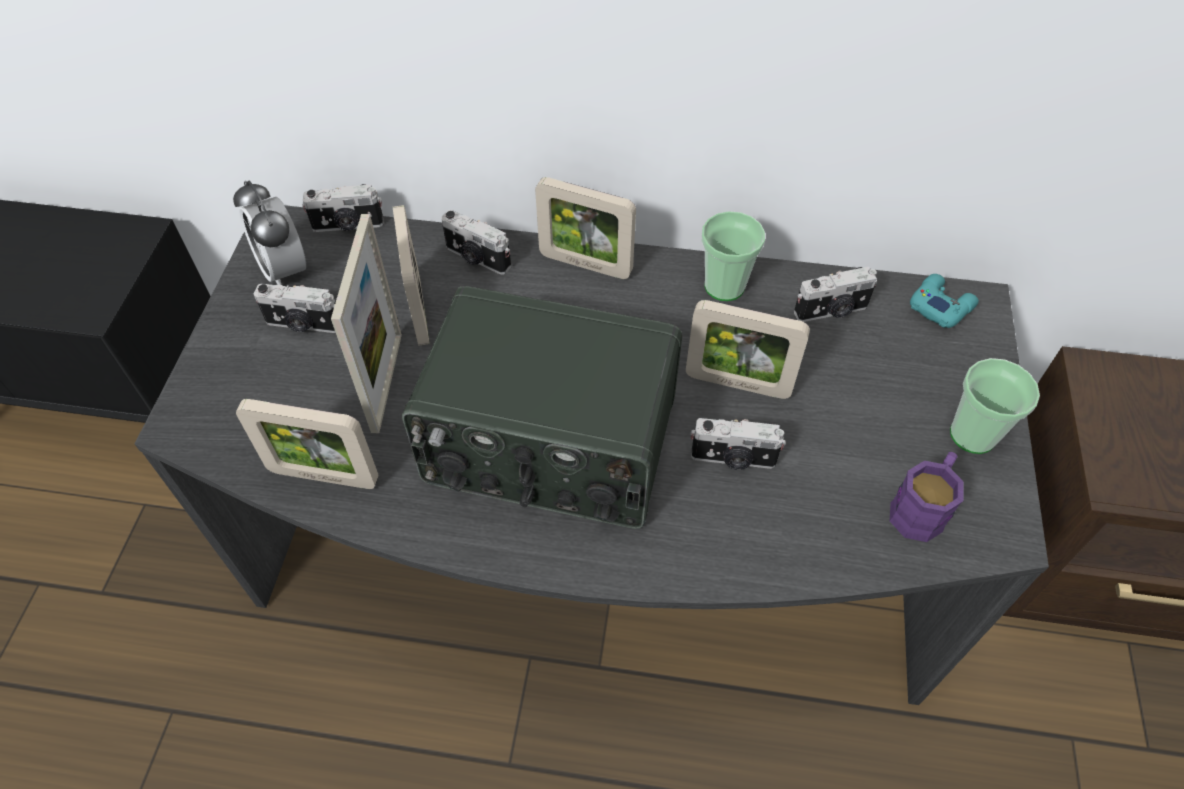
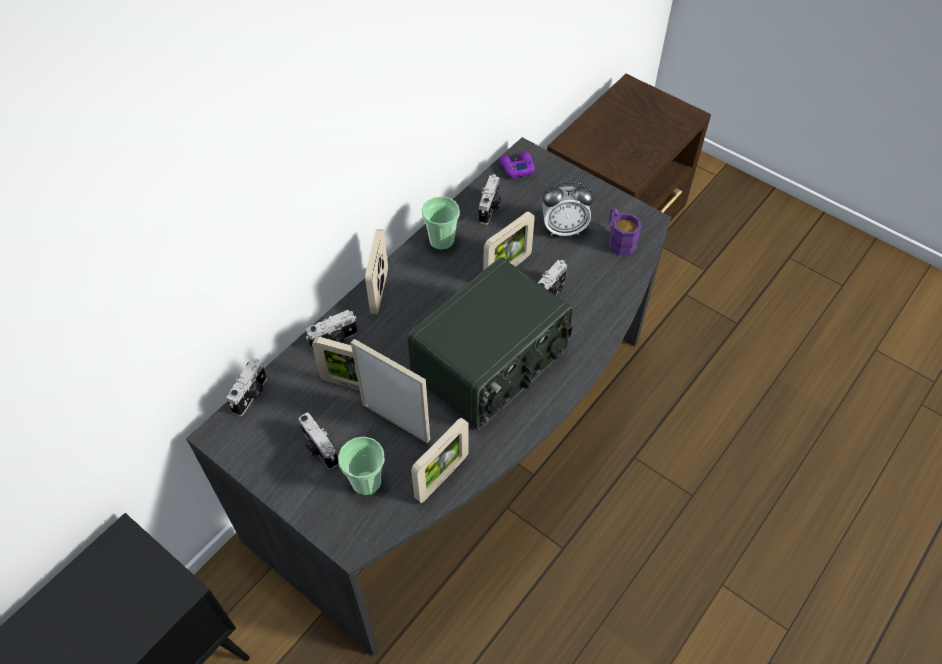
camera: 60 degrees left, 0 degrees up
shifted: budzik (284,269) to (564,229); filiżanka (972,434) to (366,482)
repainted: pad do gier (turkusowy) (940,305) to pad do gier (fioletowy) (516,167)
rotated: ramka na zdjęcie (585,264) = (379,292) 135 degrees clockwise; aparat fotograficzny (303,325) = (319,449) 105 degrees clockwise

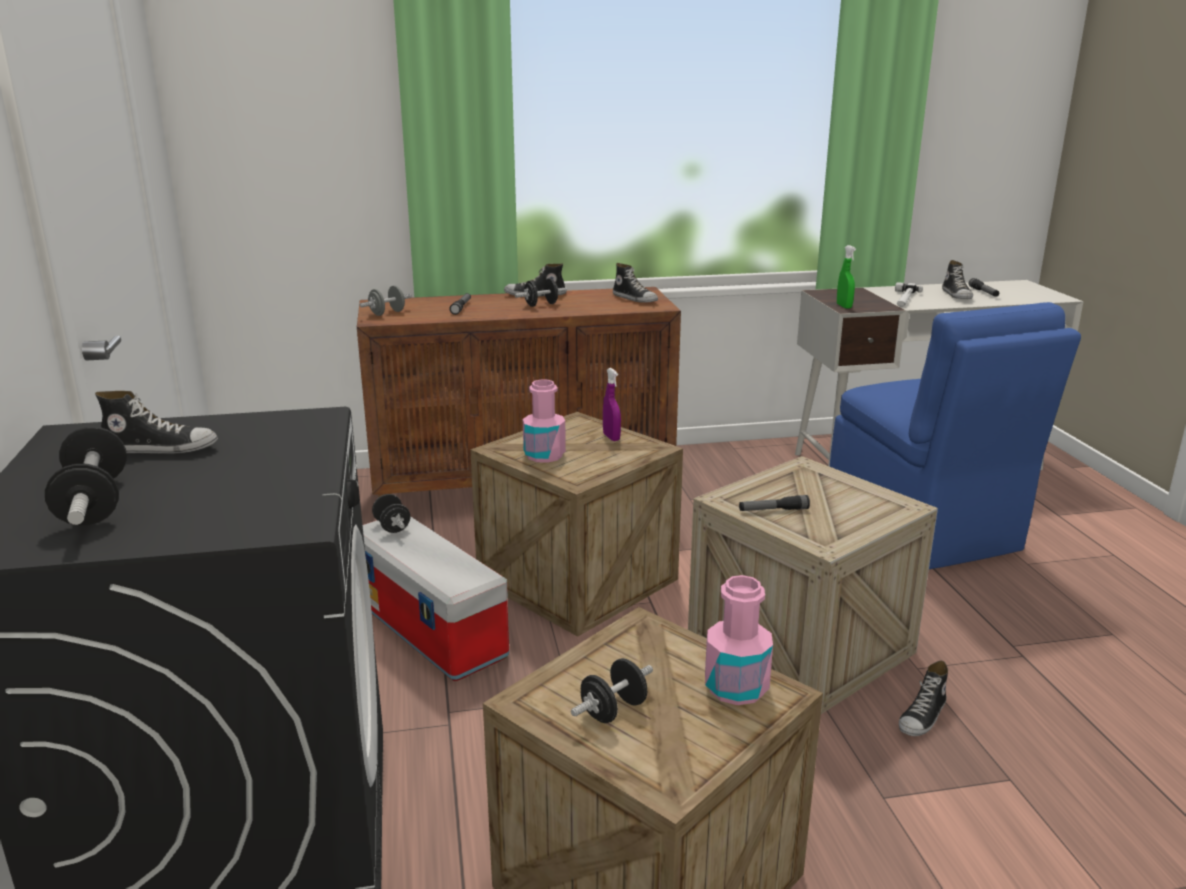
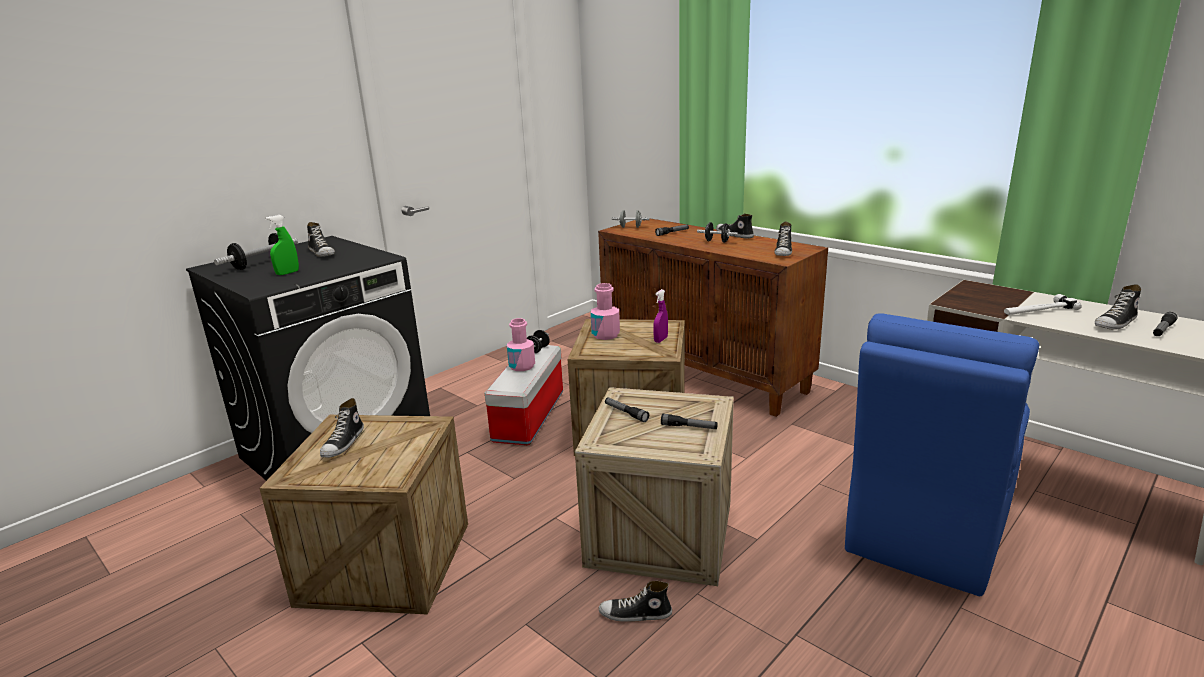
camera: 55 degrees right, 0 degrees up
new: latarka (689,427)
shifted: spryskiwacz (zielony) (844,306) to (287,273); butelka (różowy) (736,687) to (522,366)
swapped: hantel (czarny) (613,710) to but (343,443)

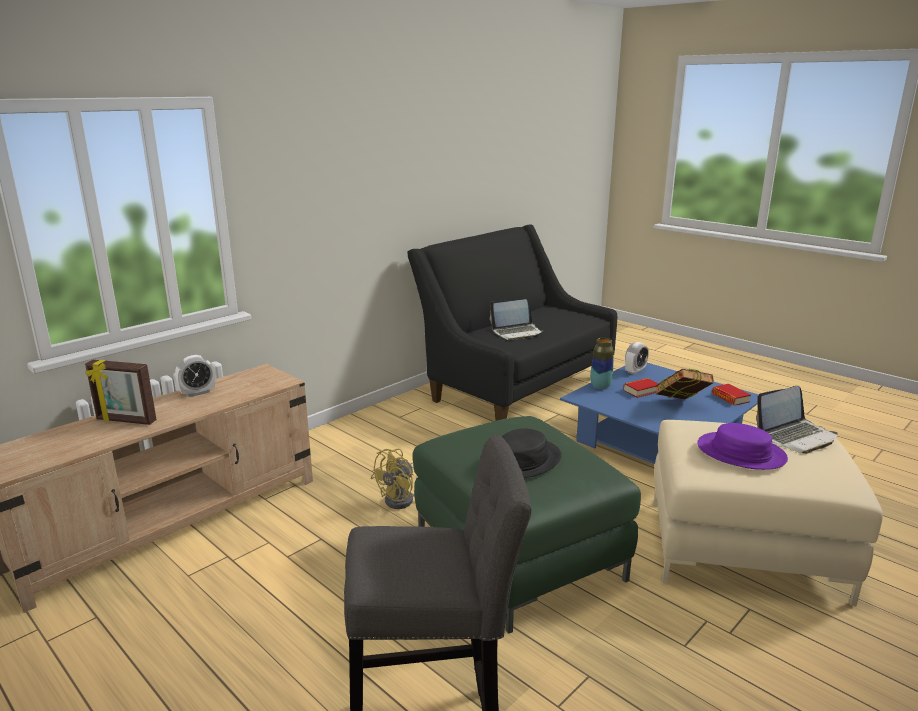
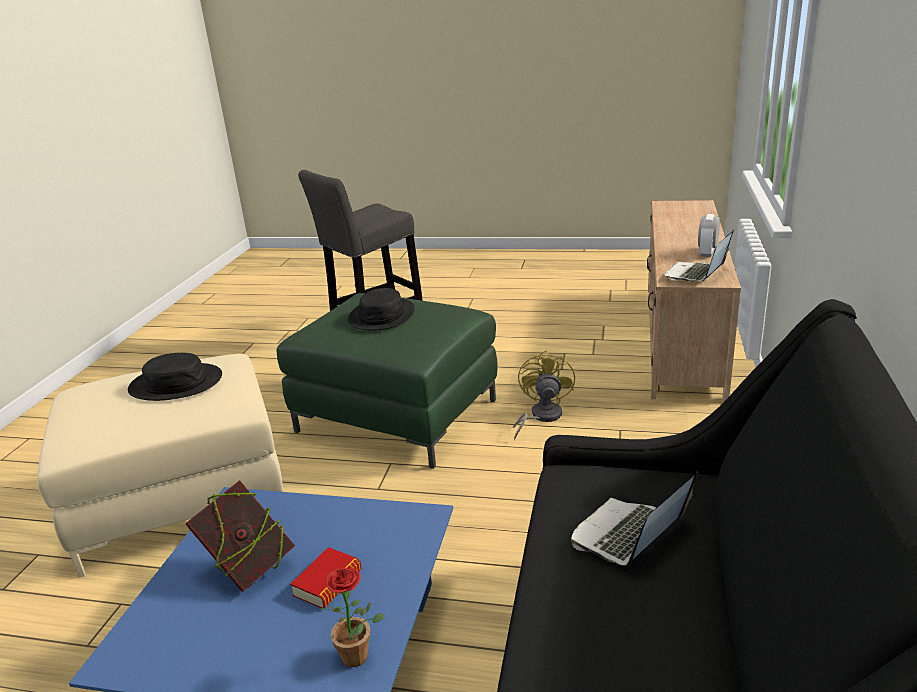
camera: 150 degrees right, 5 degrees up
gone: wazon (600,386); ramka na zdjęcie (126,421); książka (730,398)
shifted: laptop (796,436) to (696,274)
swapped: budzik (635,371) to roślina doniczkowa (360,657)
repainted: kapelusz (fioletowy) (741,452) to kapelusz (czarny) (176,383)

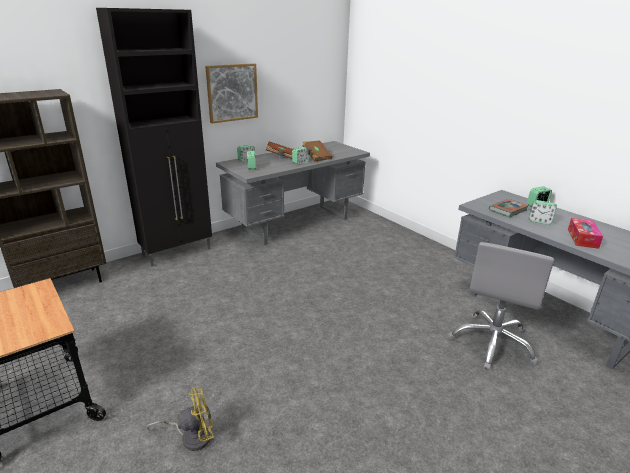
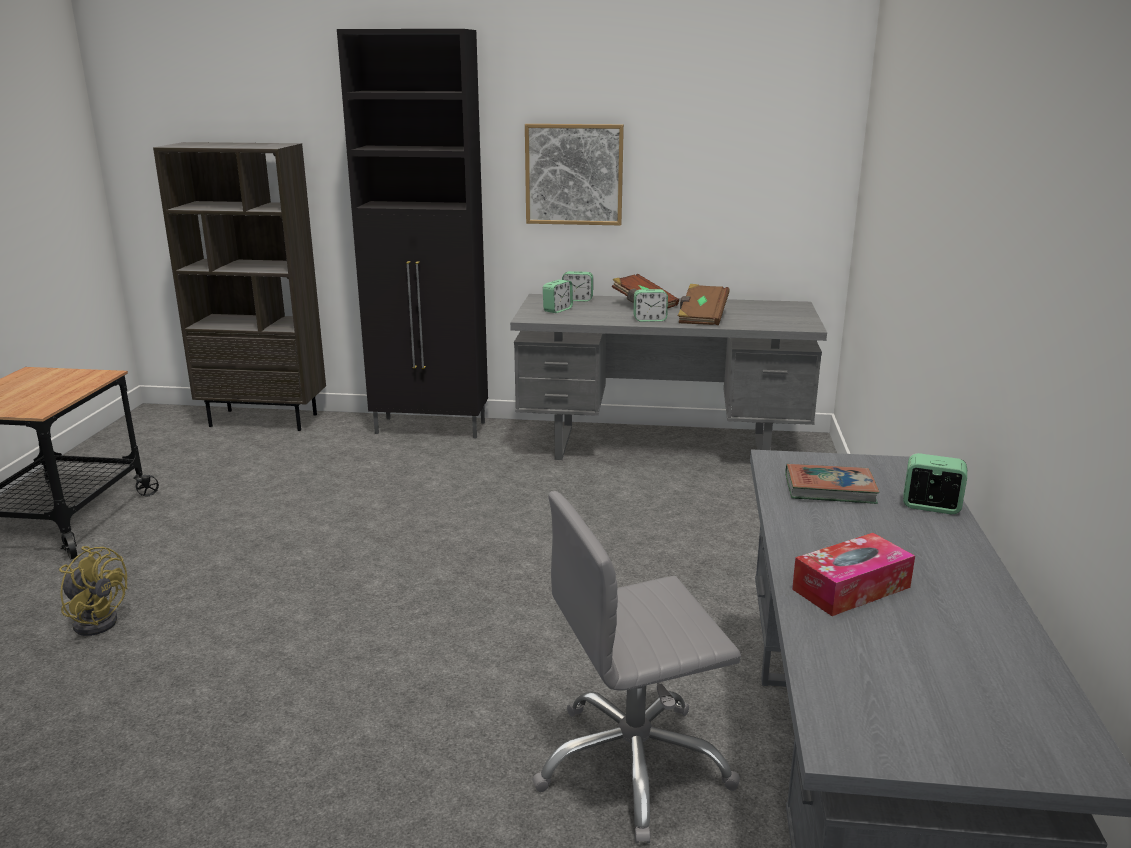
camera: 45 degrees right, 5 degrees down
gone: budzik (540,221)

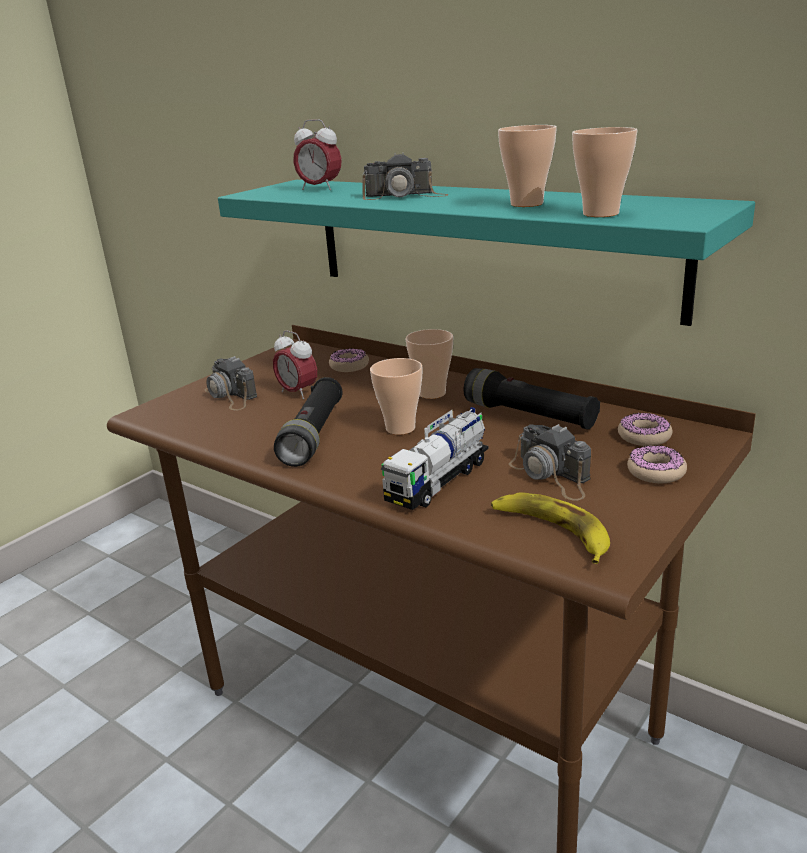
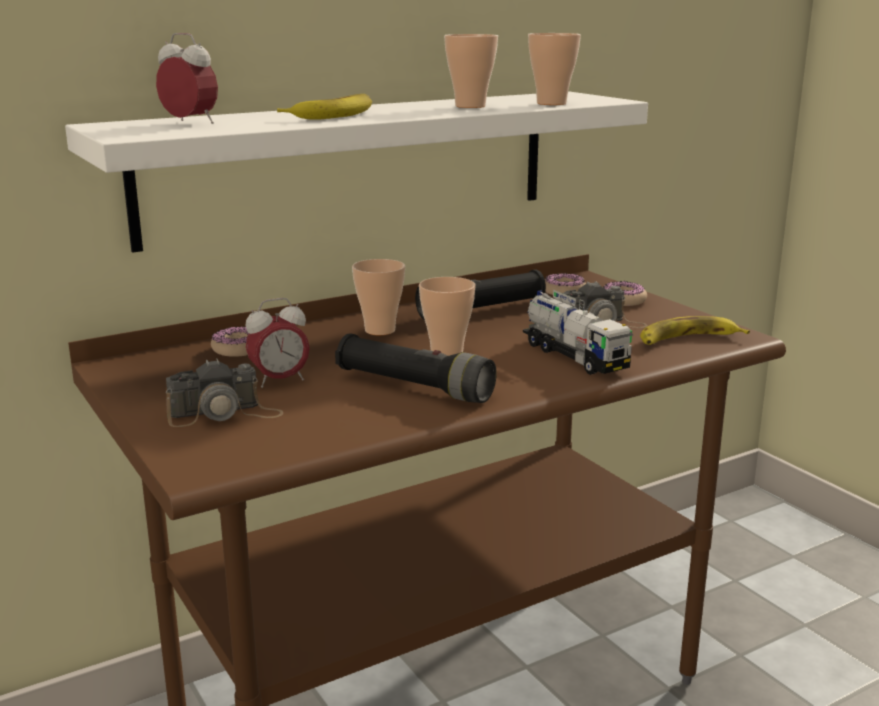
camera: 70 degrees left, 5 degrees down
swapped: aparat fotograficzny (405,195) to banan (333,115)
repainted: półka (turkusowy) (484,243) to półka (biały) (353,165)
rotated: budzik (320,188) = (190,123) 105 degrees counterclockwise

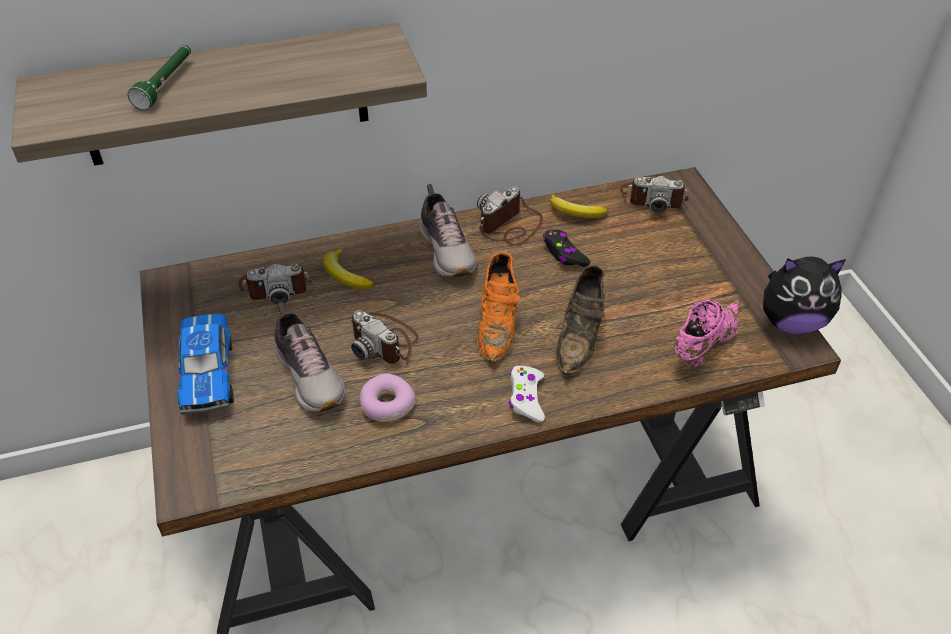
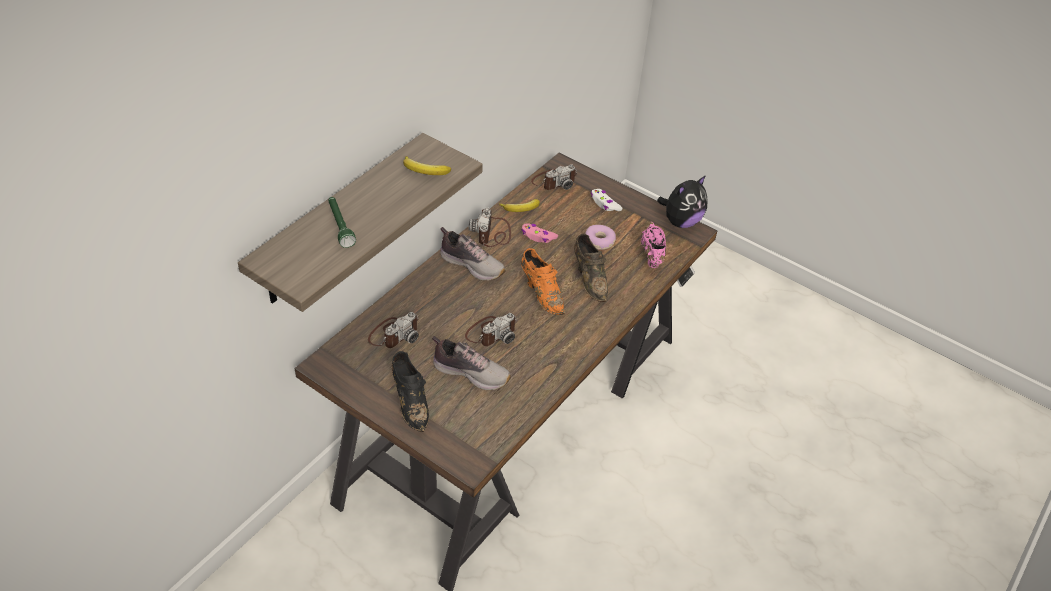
camera: 40 degrees left, 0 degrees up
shifted: banan (345,275) to (424,171); pad do gier (biały) (526,398) to (604,204); donut (386,405) to (599,241)
swapped: samochodzik (207,373) to but (czarny) (410,402)
repainted: pad do gier (czarny) (564,254) to pad do gier (różowy) (538,236)
rotated: aparat fotograficzny (385,341) = (491,333) 45 degrees counterclockwise

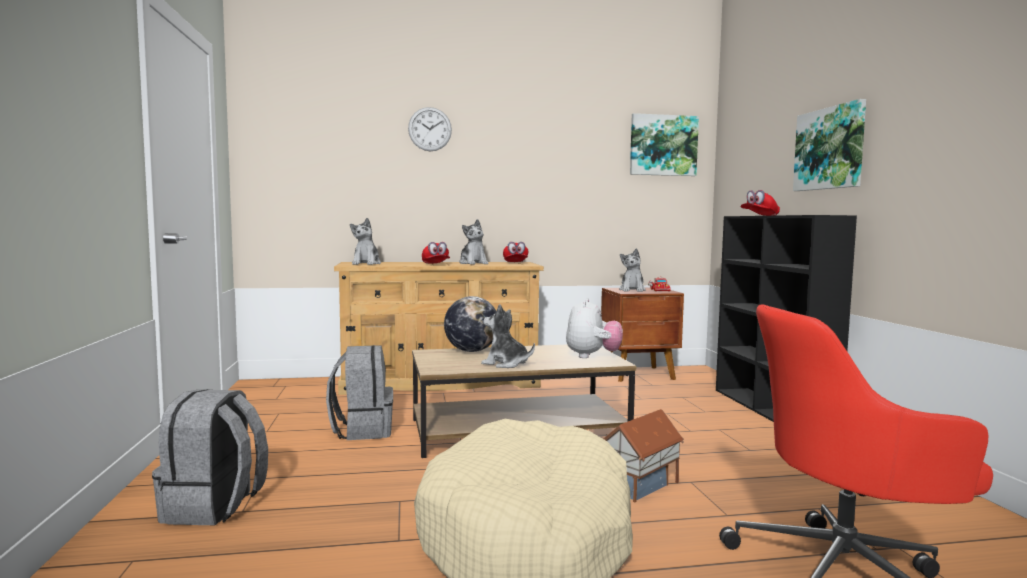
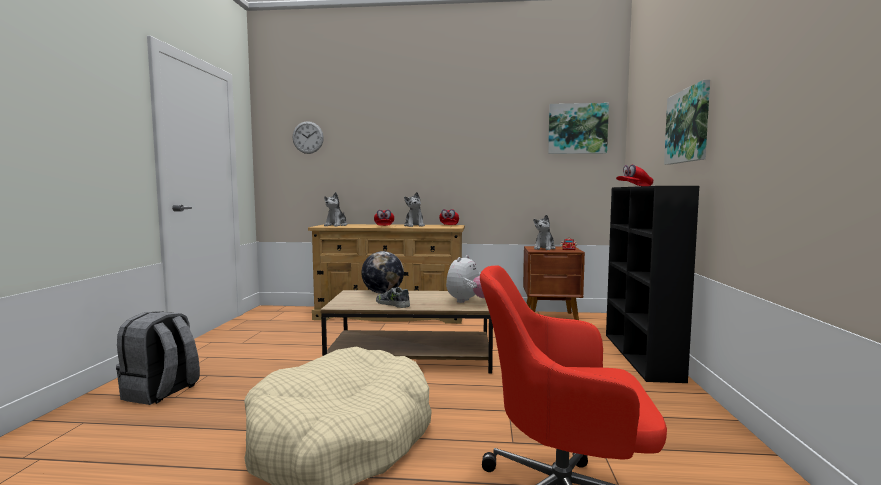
camera: 15 degrees right, 0 degrees up
gone: plecak (szary) (362,430); domek (641,486)
shifted: zegar ścienny (430,129) to (308,137)
swapped: pluszak (506,364) to but (393,304)

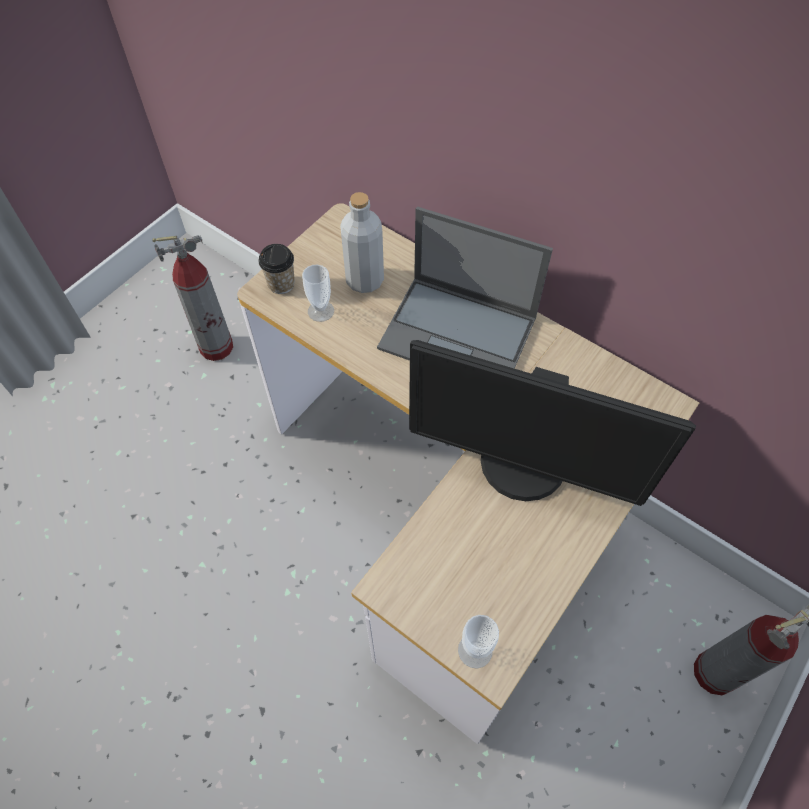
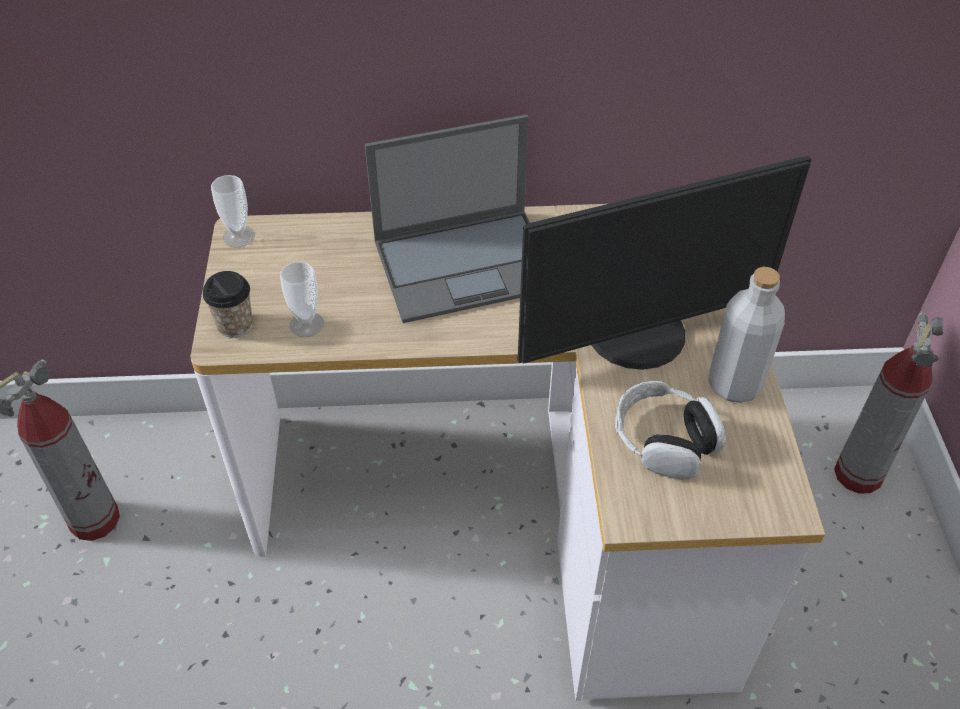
camera: 40 degrees left, 10 degrees down
new: słuchawki (664,440)
shifted: butelka (szary) (364,280) to (734,384); filiżanka (475,650) to (239,236)

